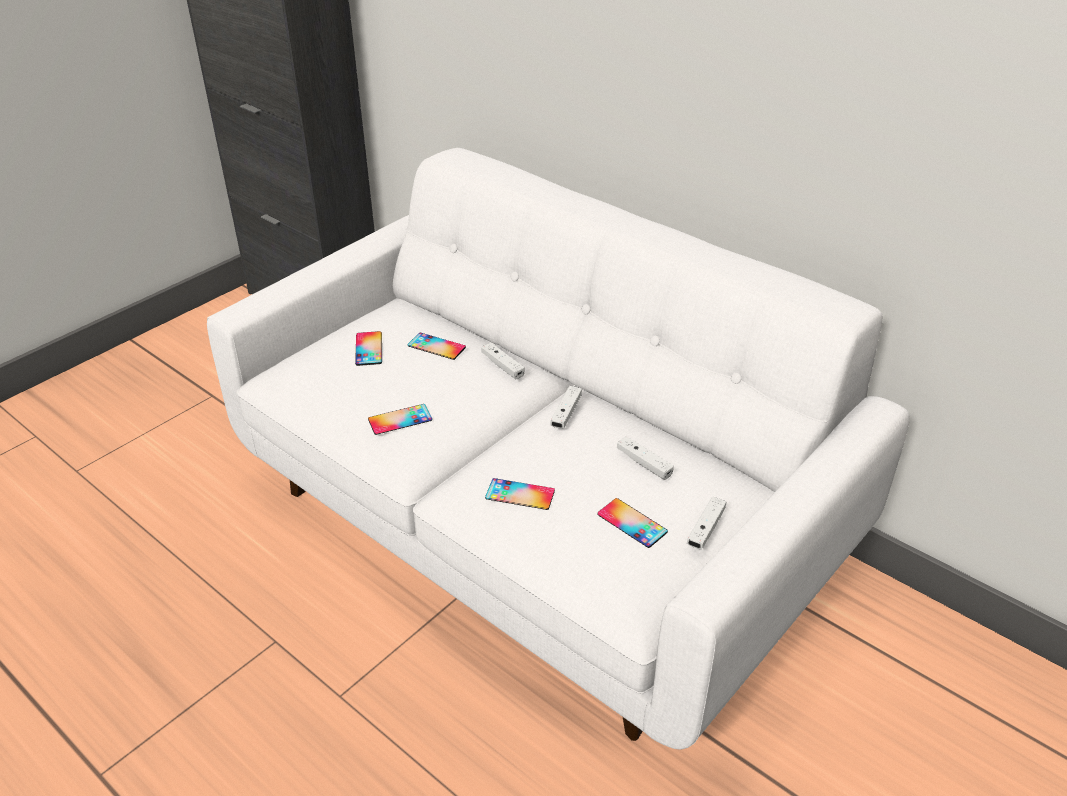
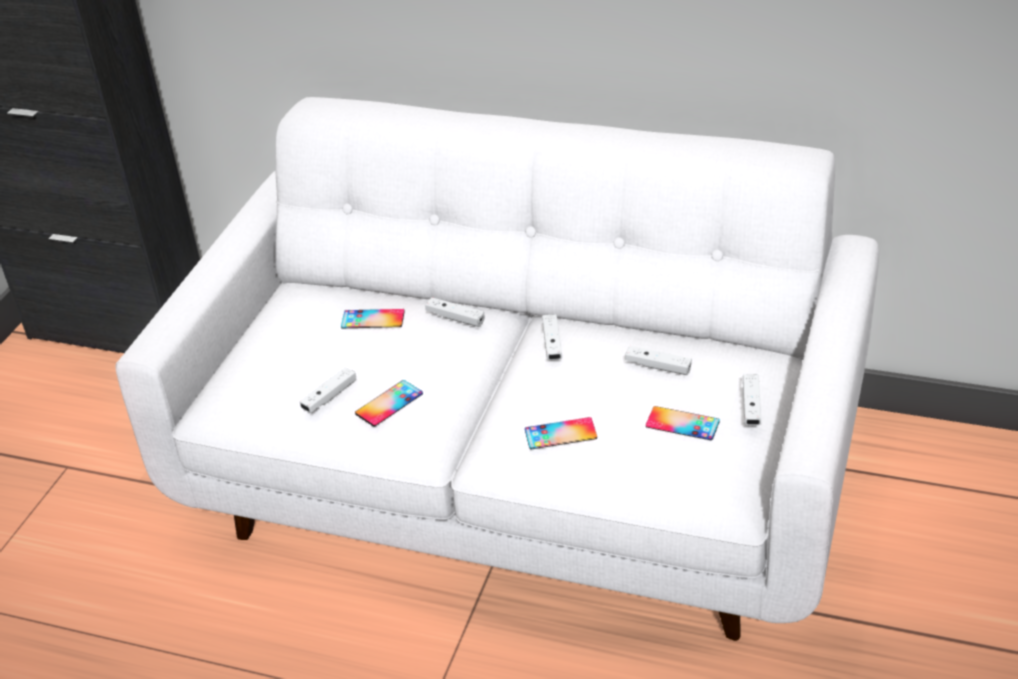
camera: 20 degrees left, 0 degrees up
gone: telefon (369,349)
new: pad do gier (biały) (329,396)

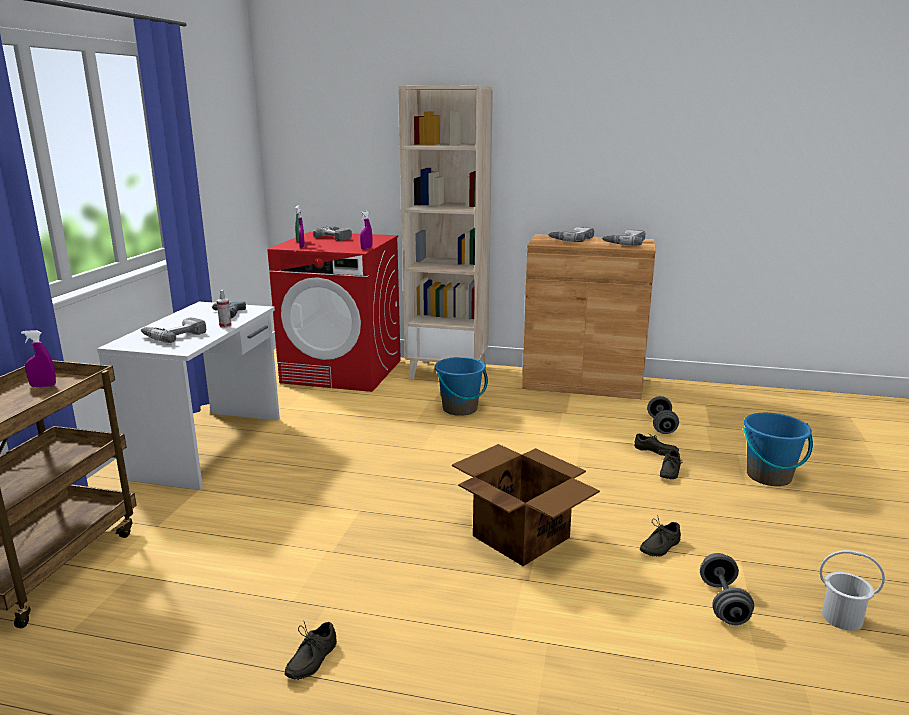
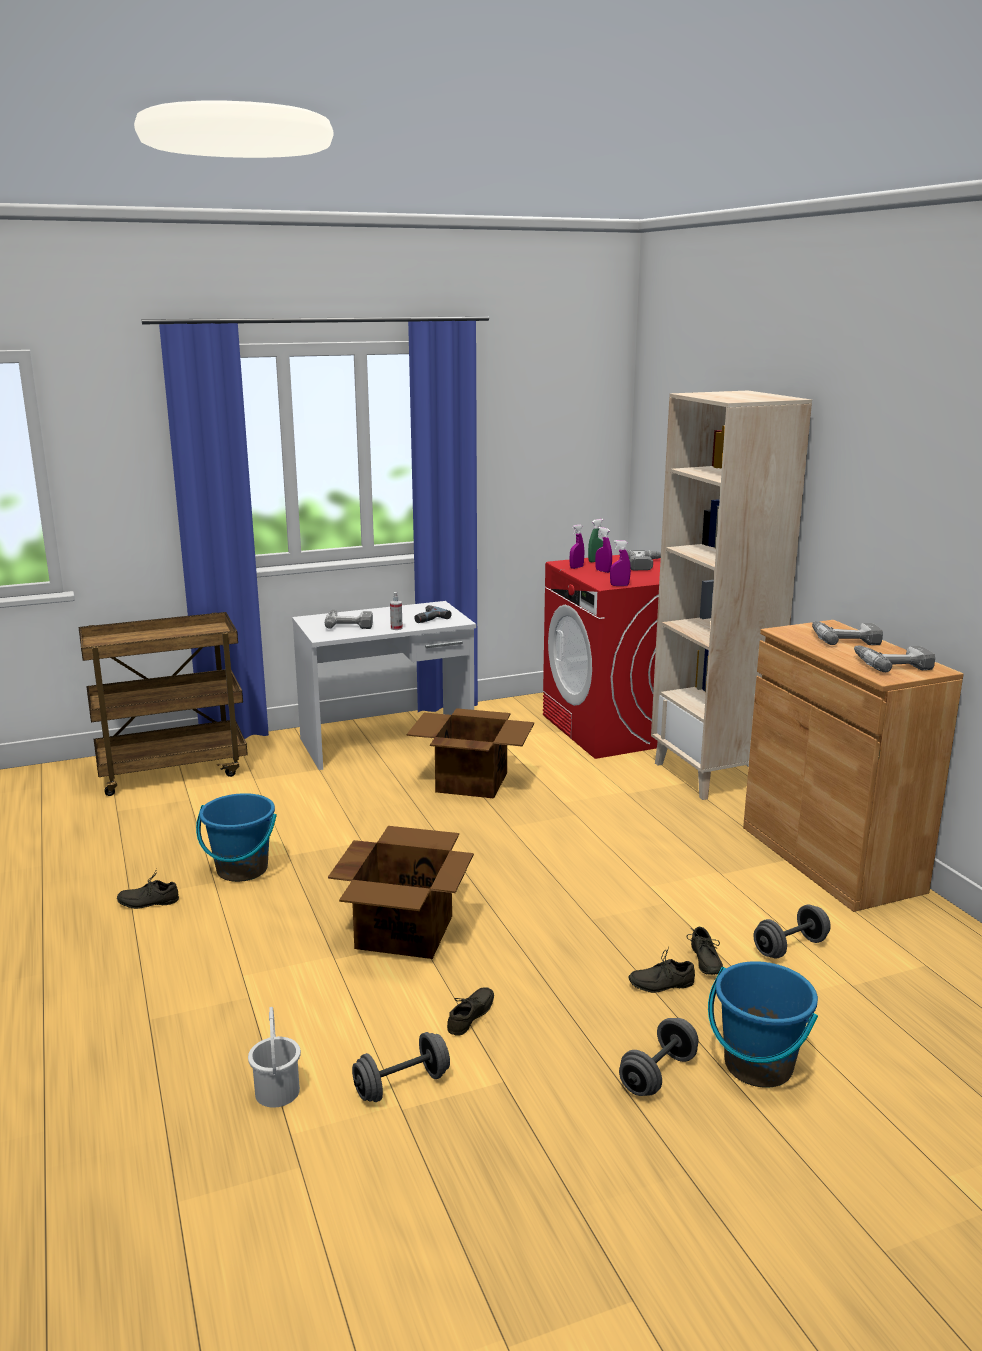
camera: 55 degrees right, 0 degrees up
new: karton (470,782); hantel (szary) (658,1074)
shifted: spryskiwacz (fioletowy) (43,386) to (603,571); wiadro (niebieski) (460,409) to (242,870); wiadro (biały) (841,617) to (278,1091)
rotated: but (szary) (658,546) = (473,1017) 105 degrees clockwise

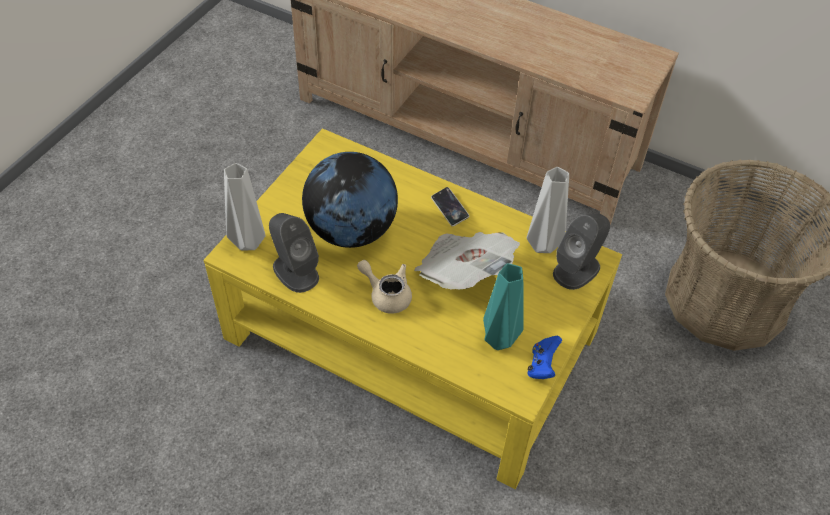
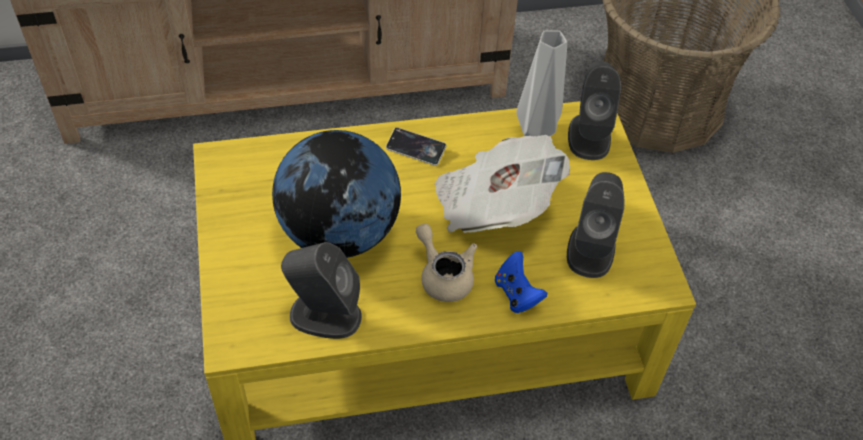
camera: 40 degrees left, 0 degrees up
gone: wazon (szary) (250,242)
shifted: pad do gier (niebieski) (542,366) to (517,294)
swapped: wazon (turkusowy) (498,340) to głośnik (szary) (591,249)
rotated: imbryk (beżowy) (386,294) = (443,275) 60 degrees clockwise

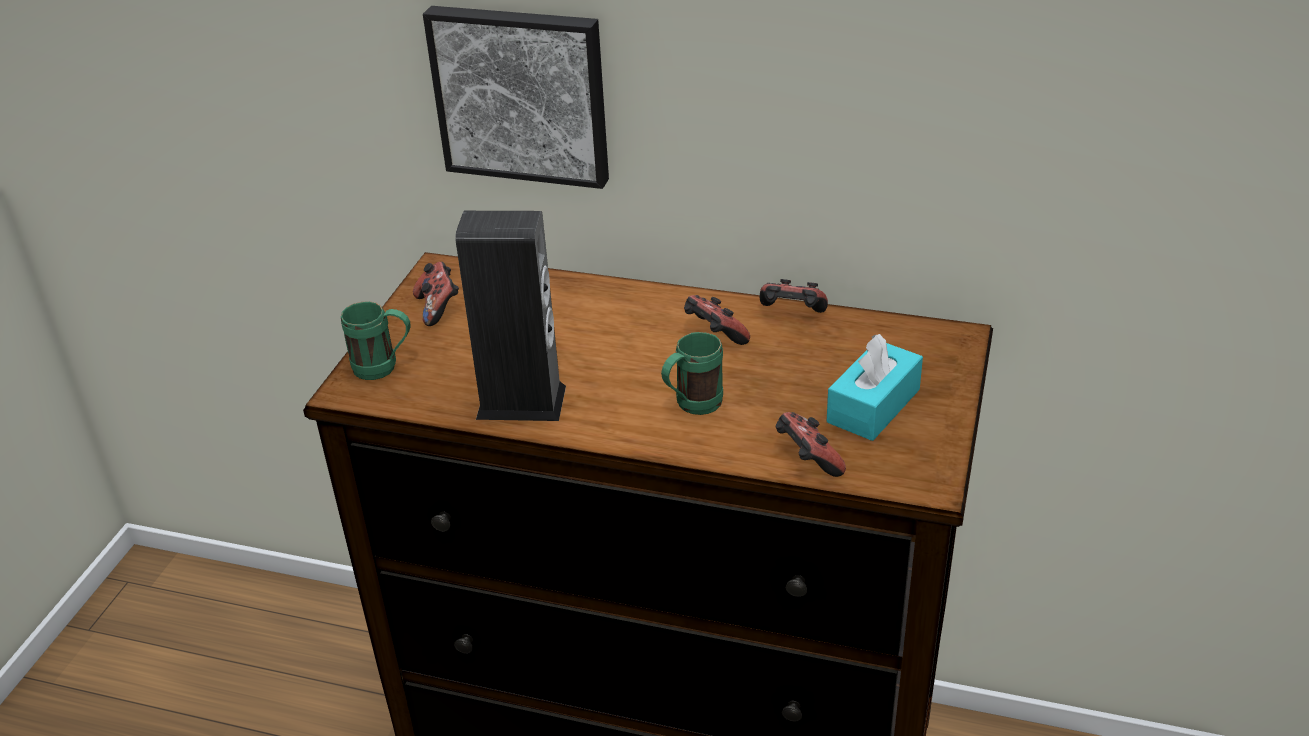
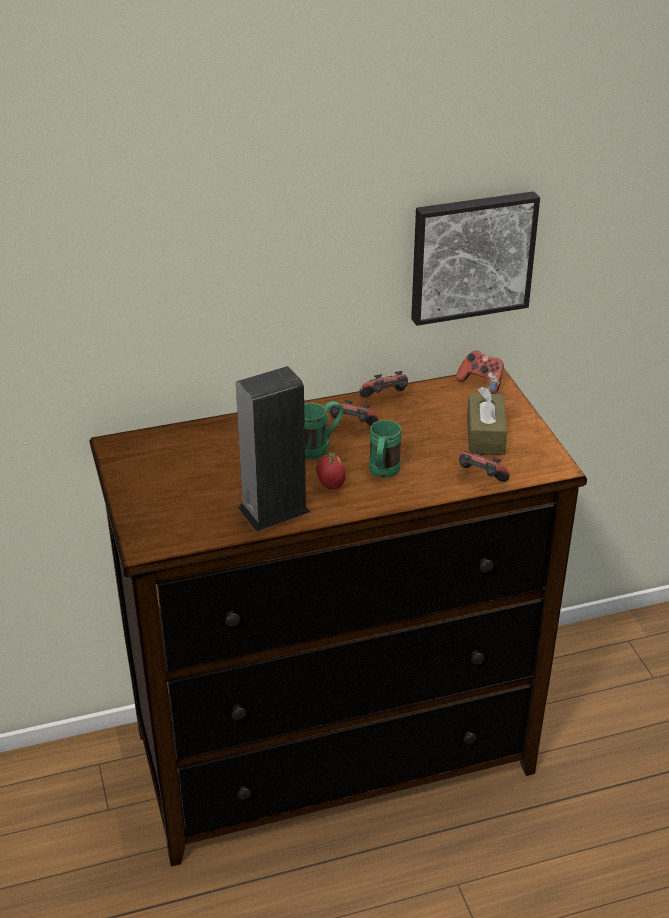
camera: 35 degrees left, 0 degrees up
new: jabłko (330,485)
shifted: obraz (522,94) to (471,256); pad do gier (438,308) to (481,383); kubek (zielony) (384,368) to (319,448)
repainted: pudełko chusteczek (turkusowy) (873,406) to pudełko chusteczek (brązowy) (485,435)

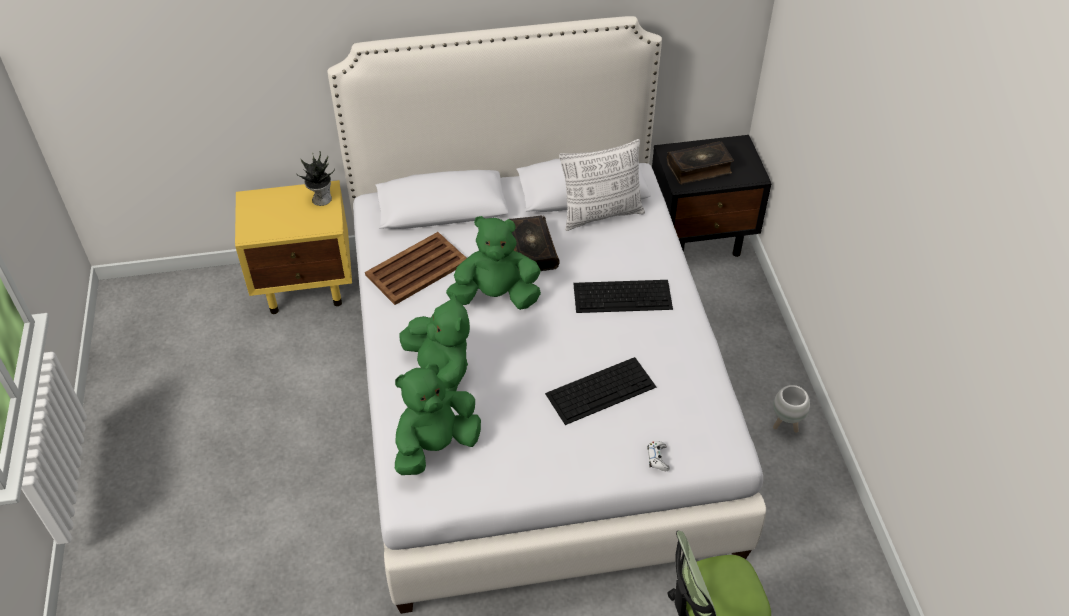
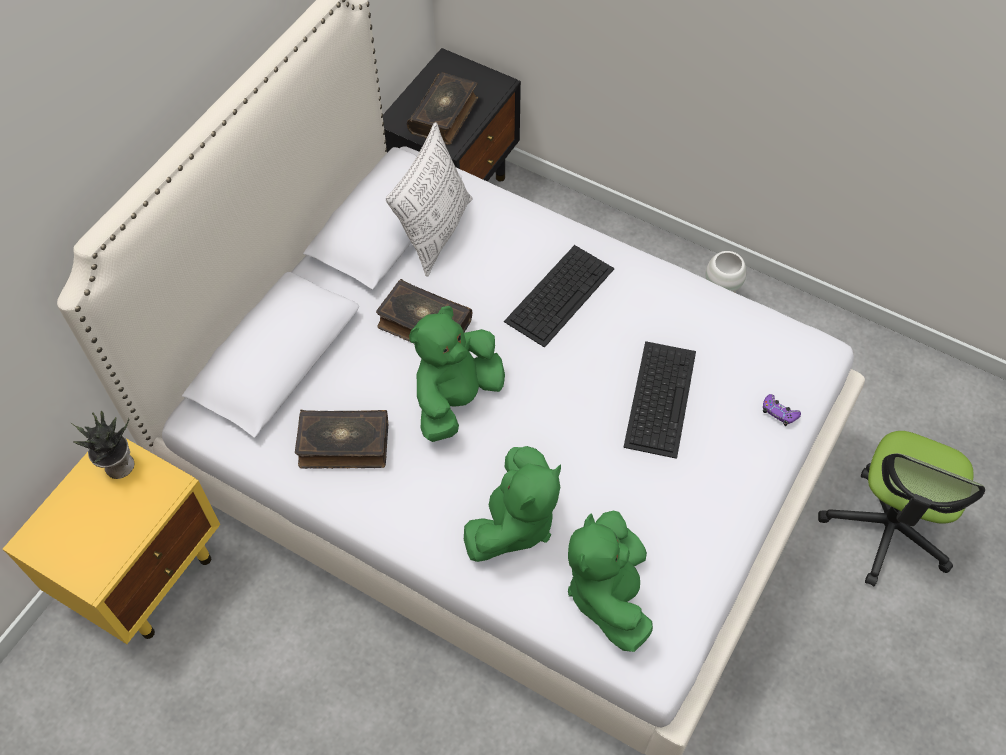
camera: 50 degrees left, 10 degrees up
swapped: taca (brązowy) (416,269) to książka (343,445)
repainted: pad do gier (biały) (657,458) to pad do gier (fioletowy) (779,412)
rotated: pluszak (zielony) (440,374) = (514,523) 105 degrees clockwise

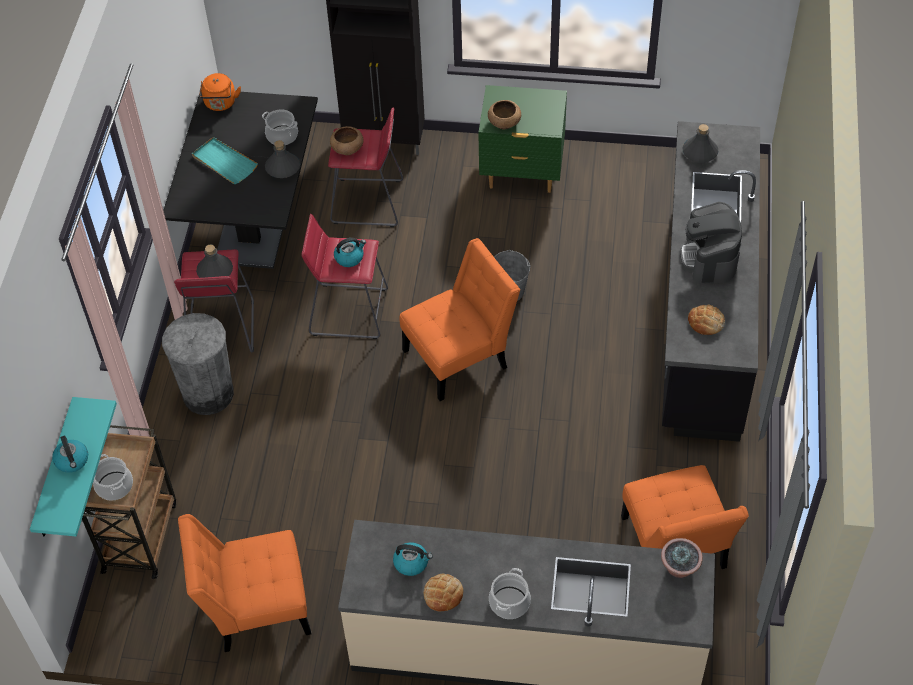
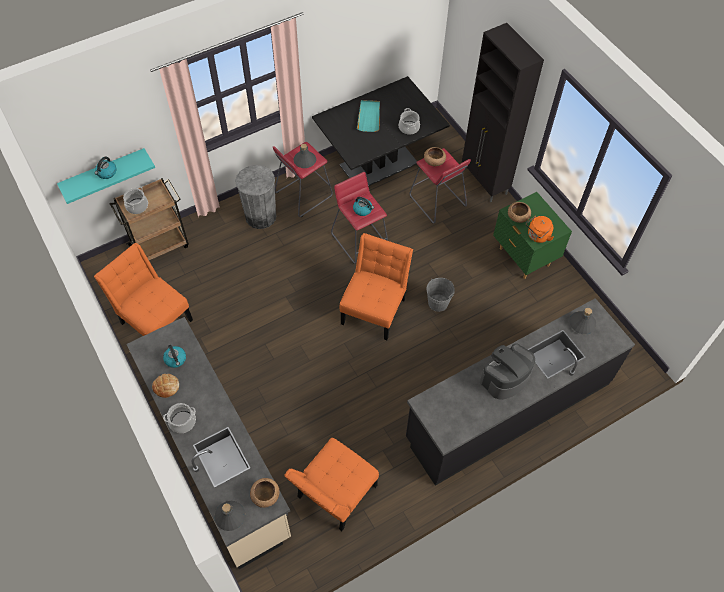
camera: 50 degrees right, 5 degrees up
gone: chleb (706,322)
shifted: czajnik (pomarańczowy) (220,104) to (537,236); butelka (szary) (283,168) to (230,516)
swapped: roślina doniczkowa (679,568) to miska (brązowy) (266,496)
rotated: krzesło (pomarańczowy) (460,356) = (375,308) 90 degrees counterclockwise

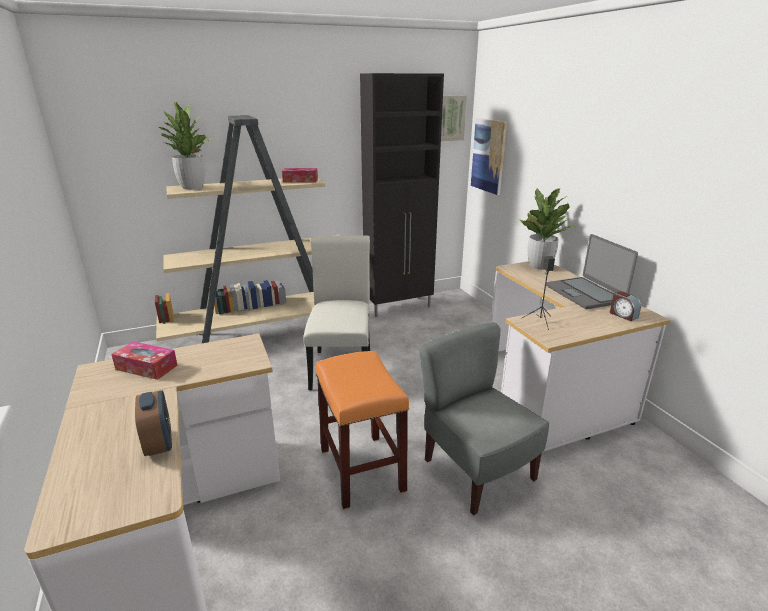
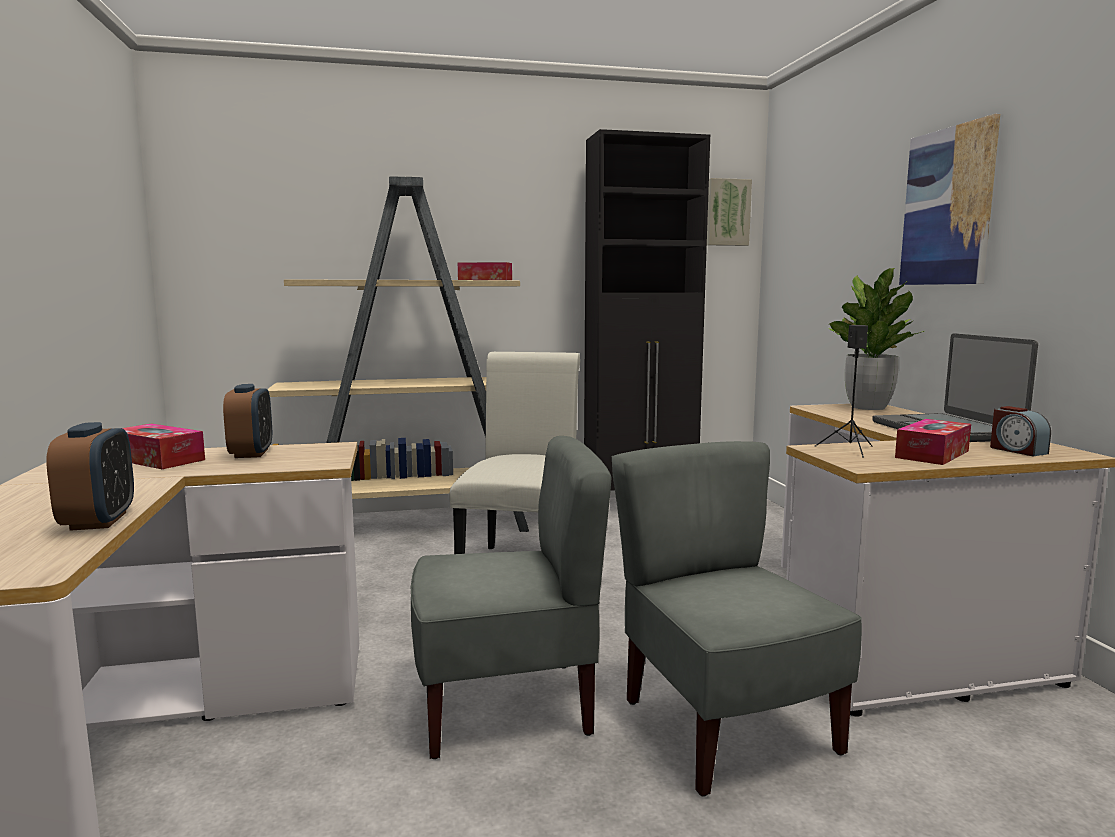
camera: 10 degrees right, 15 degrees down
gone: roślina doniczkowa (192,187)
new: budzik (251,453); pudełko chusteczek (932,454)
shifted: obraz (488,155) to (947,207)
swapped: stołek (pomarańczowy) (362,470) to krzesło (szary) (506,705)

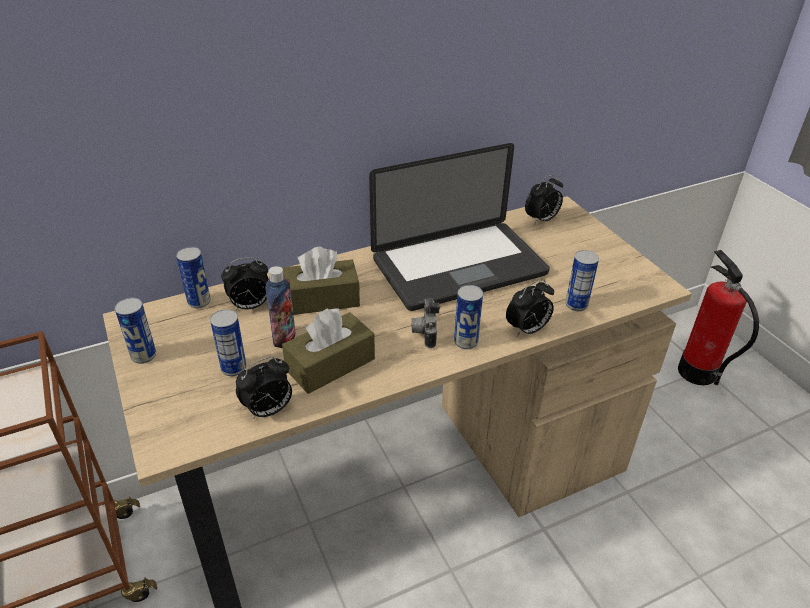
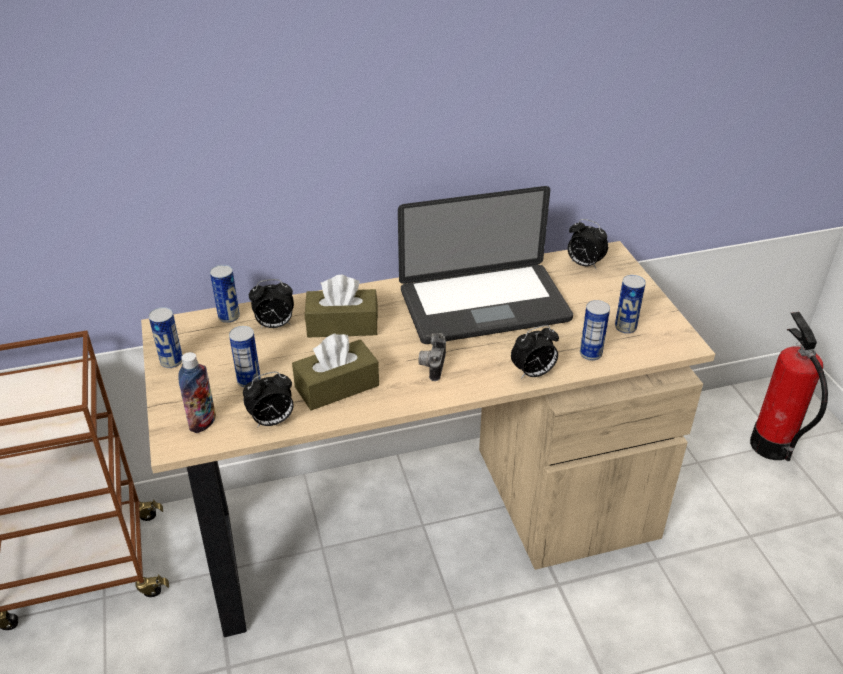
camera: 10 degrees right, 0 degrees up
shifted: butelka (284,338) to (202,422); puszka (465,342) to (625,327)
rotated: budzik (541,220) = (583,264) 60 degrees clockwise

